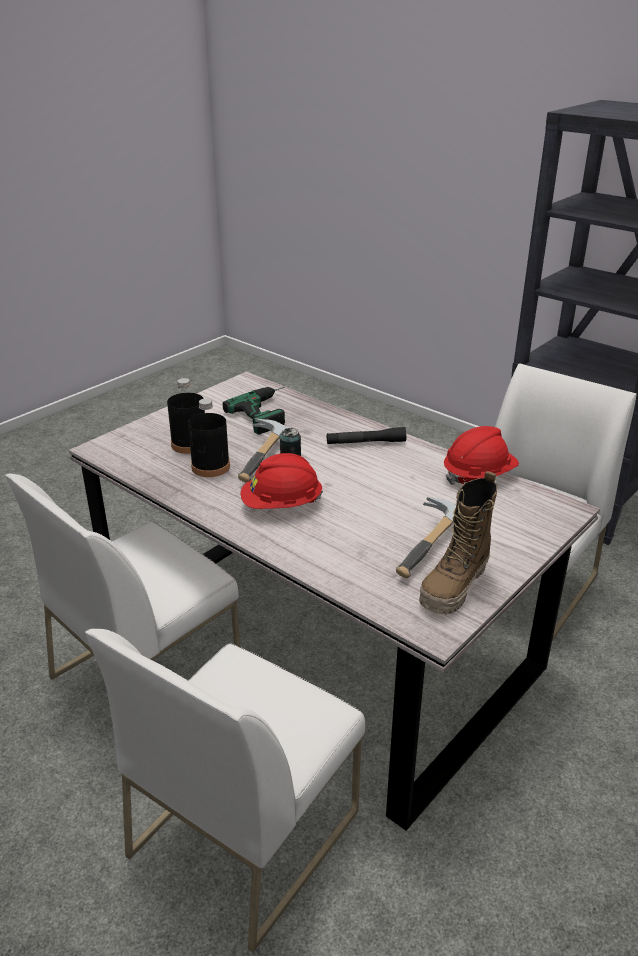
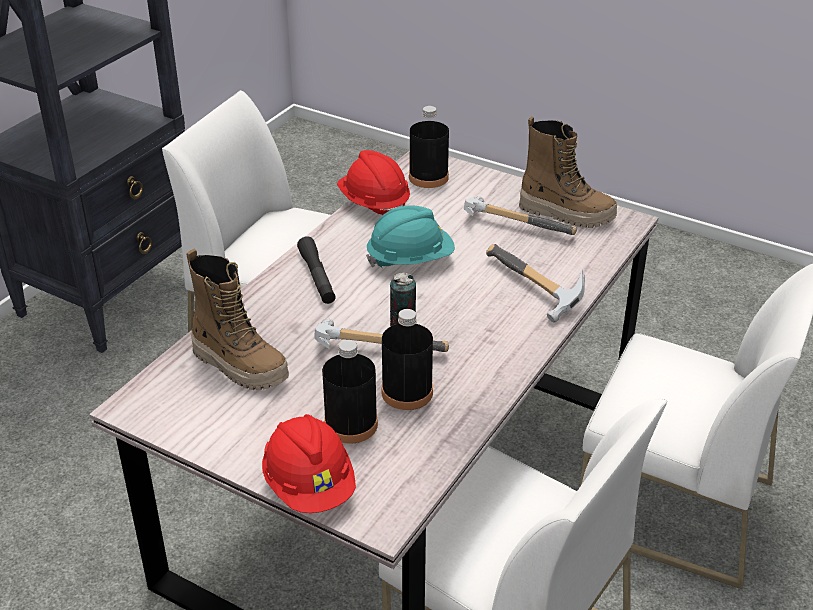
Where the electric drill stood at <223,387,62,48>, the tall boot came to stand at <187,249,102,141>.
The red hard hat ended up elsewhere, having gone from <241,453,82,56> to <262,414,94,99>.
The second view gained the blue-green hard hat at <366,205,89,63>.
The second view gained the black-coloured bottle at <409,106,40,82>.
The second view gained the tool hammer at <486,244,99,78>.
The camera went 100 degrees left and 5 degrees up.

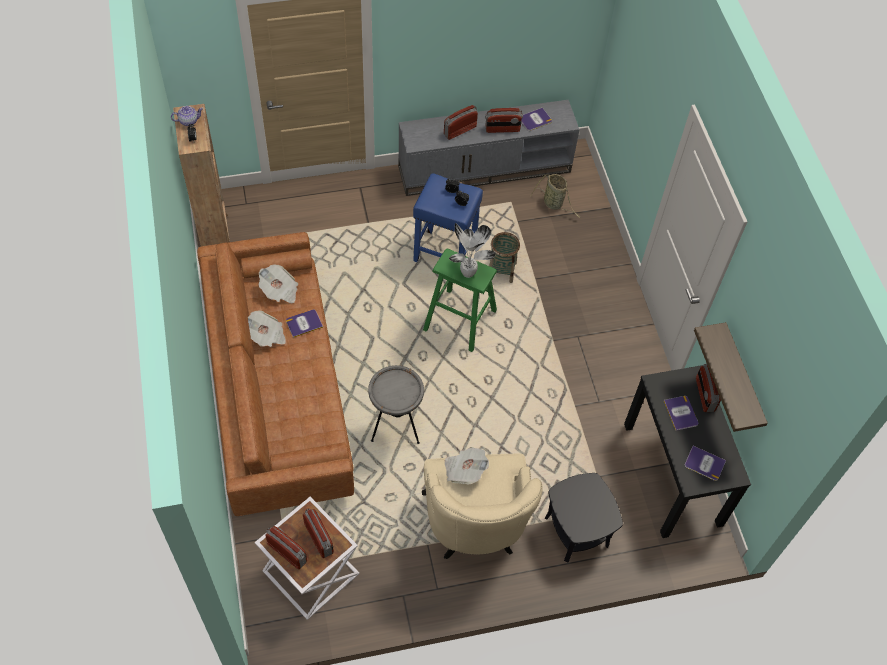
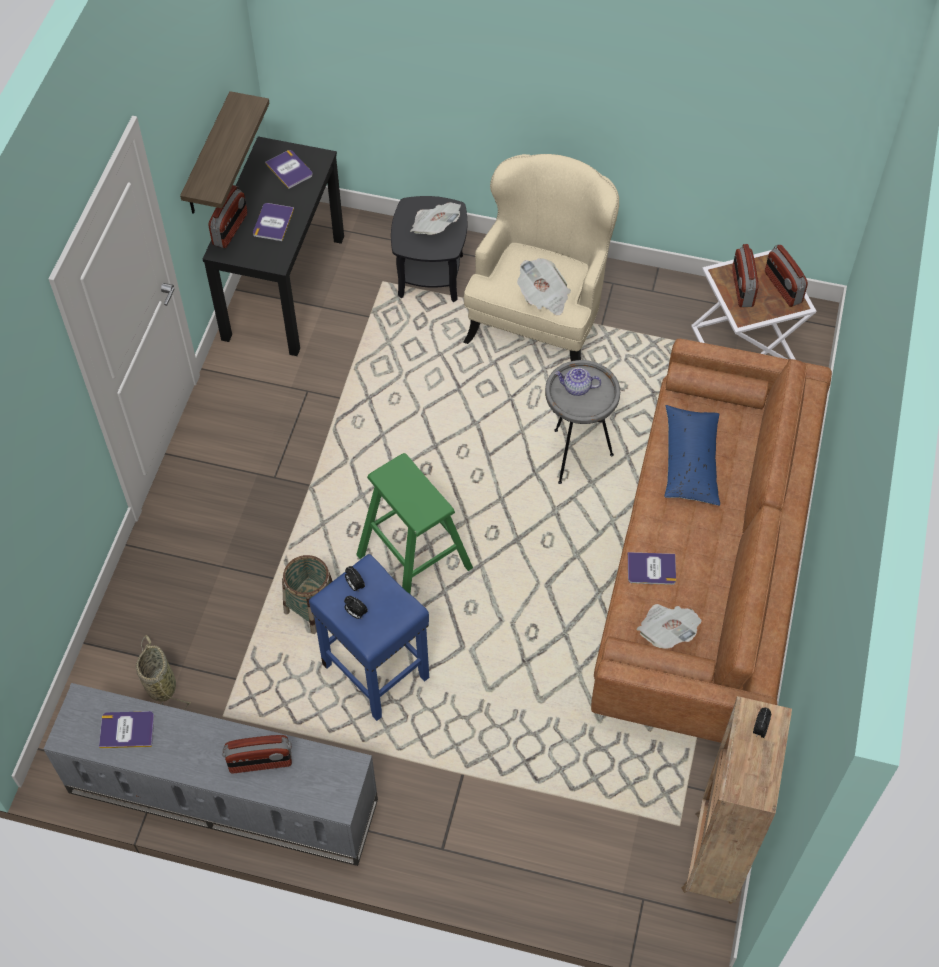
The pot for tea ended up elsewhere, having gone from <171,106,32,20> to <555,368,46,28>.
The newspaper ended up elsewhere, having gone from <248,311,38,36> to <410,202,51,33>.
The second view lost the potted plant at <449,223,47,55>.
The second view lost the radio at <485,108,38,25>.
The second view gained the blue-coloured pillow at <664,405,56,101>.
The camera went 150 degrees left and 0 degrees up.

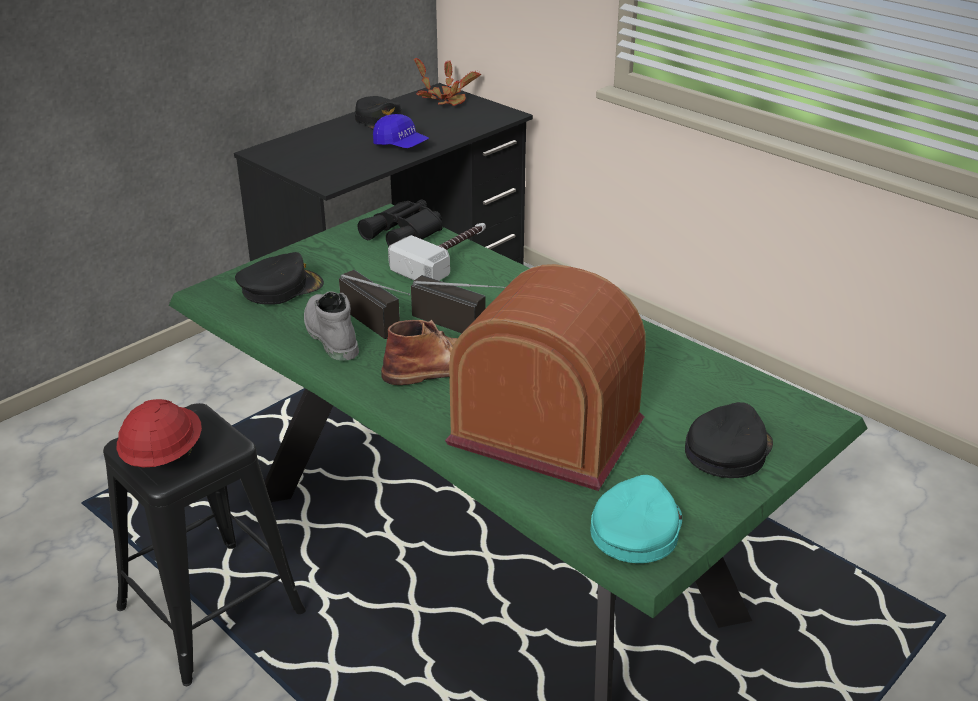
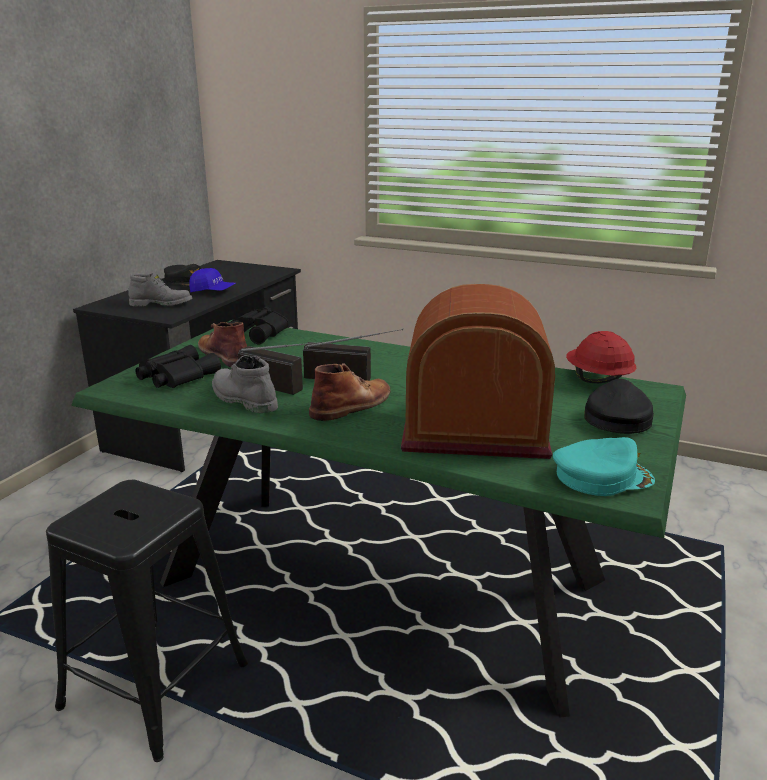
The red hard hat ended up elsewhere, having gone from <116,399,86,68> to <566,331,70,52>.
Where the black-coloured peaked cap stood at <235,252,89,53>, the black-coloured binoculars came to stand at <135,345,86,43>.
The second view lost the tool hammer at <388,223,98,57>.
The second view lost the potted plant at <414,58,67,48>.
The blue-green peaked cap at <590,475,92,88> ended up facing another way, 75 degrees clockwise from before.
The second view gained the grey tall boot at <128,273,64,33>.
The second view gained the brown tall boot at <198,322,49,45>.
The camera went 20 degrees left and 10 degrees down.

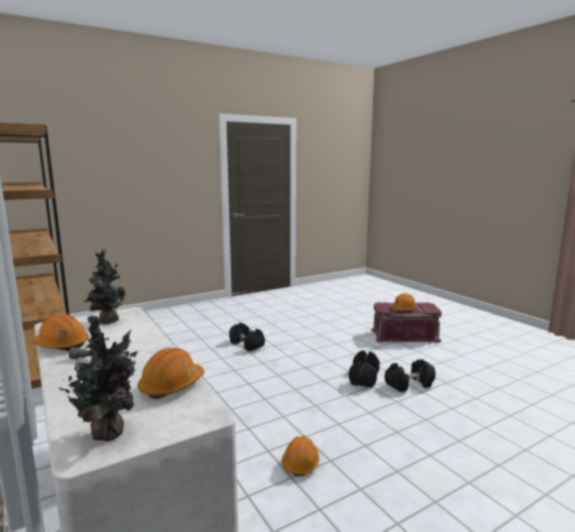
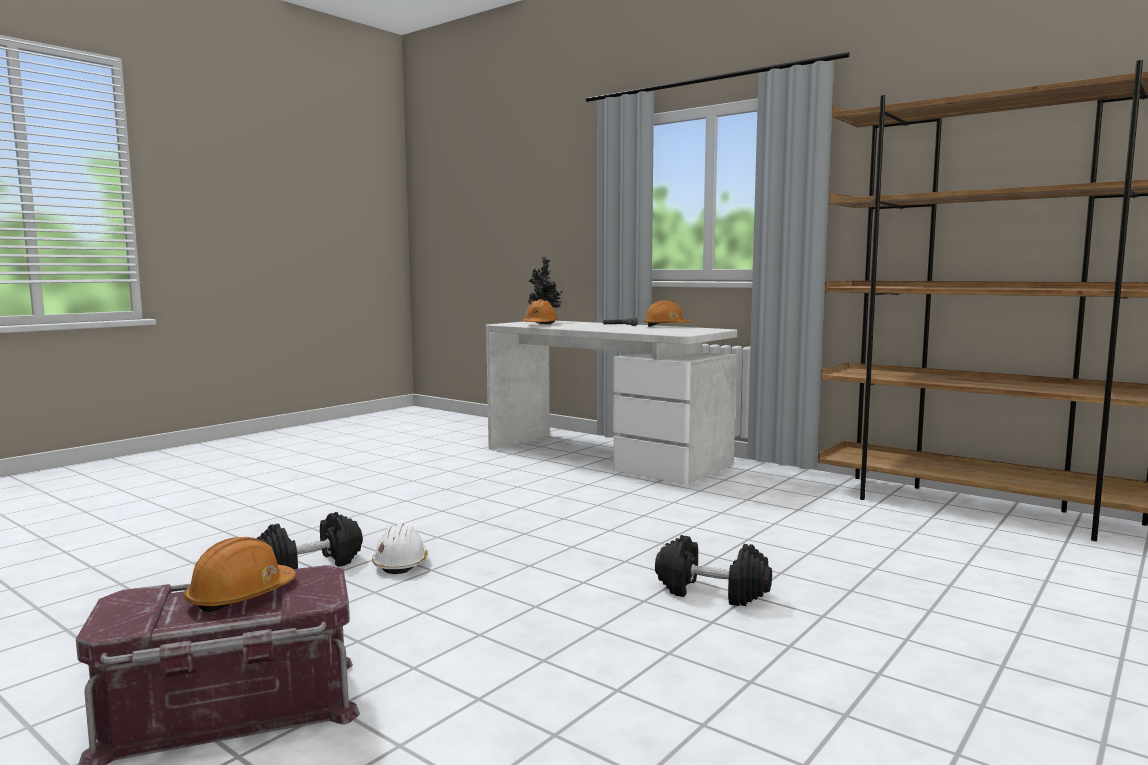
The second view lost the potted plant at <84,249,42,75>.
The second view lost the orangey hard hat at <282,436,37,40>.
Where the black-coloured free weight stood at <349,350,31,37>, the white-coloured hard hat came to stand at <372,524,56,50>.
The camera went 160 degrees right and 5 degrees down.

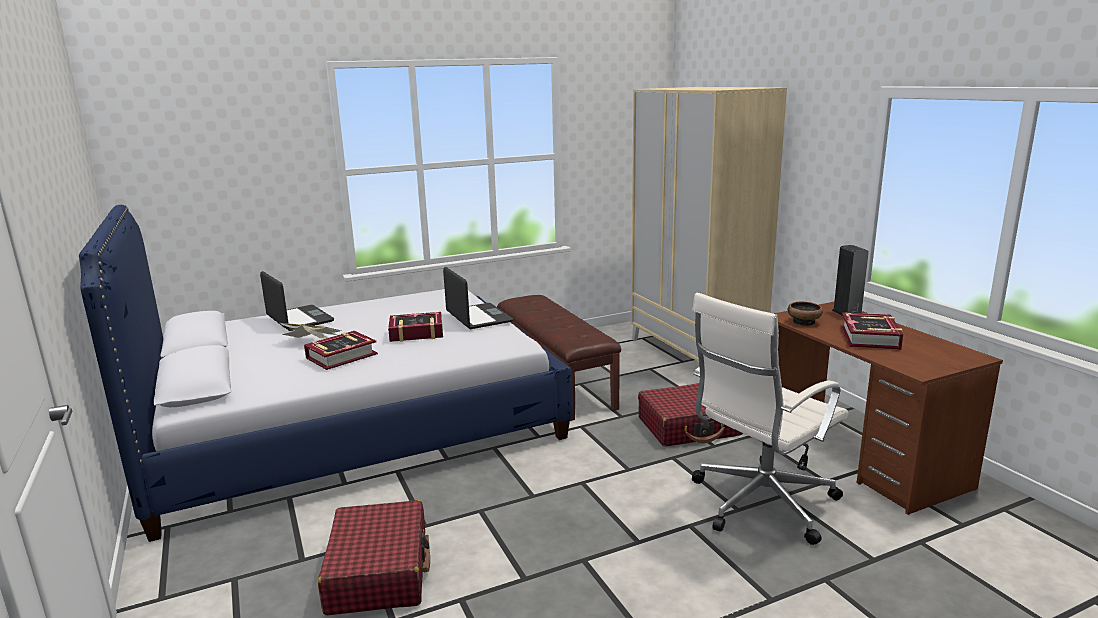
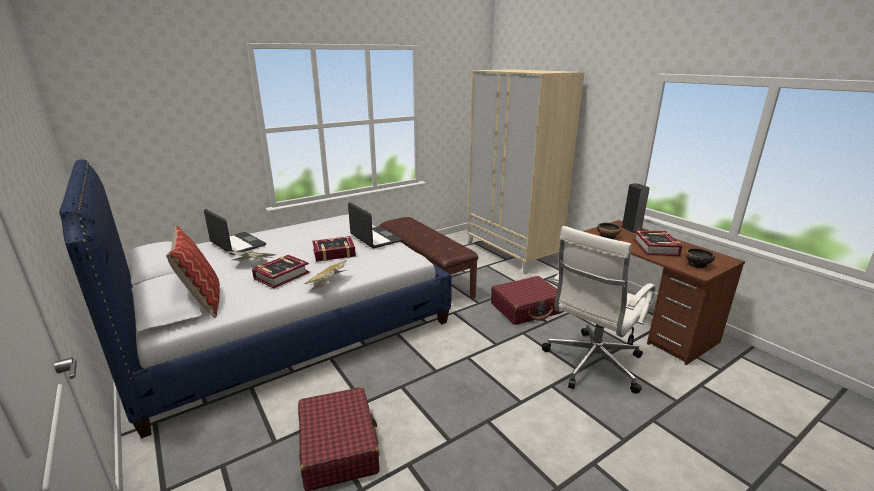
The second view gained the pillow at <166,225,54,93>.
The second view gained the book at <304,260,43,31>.
The second view gained the deep dish at <685,248,30,20>.
The camera went 10 degrees left and 5 degrees up.

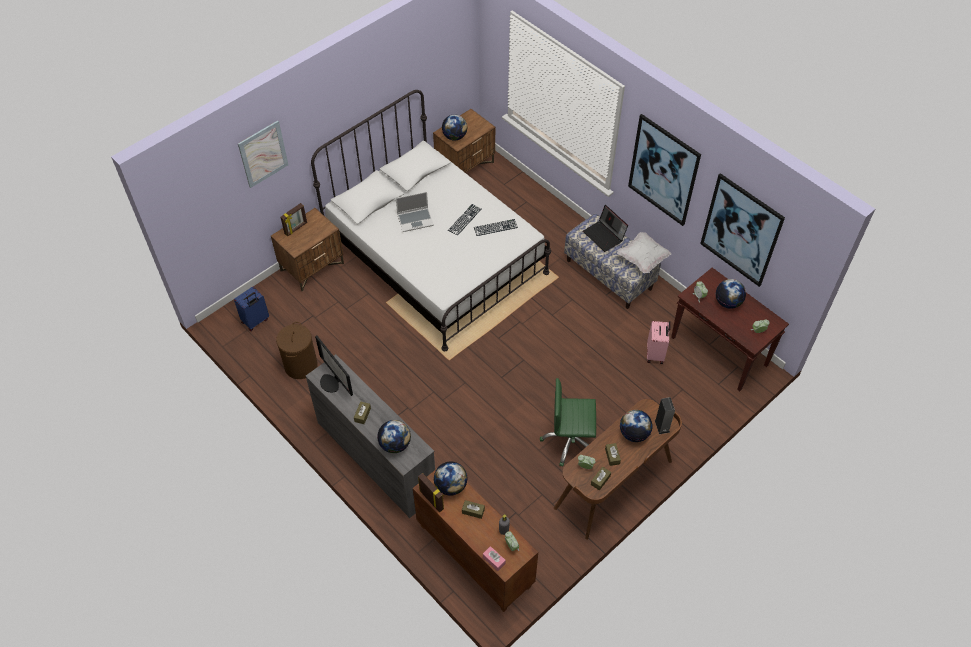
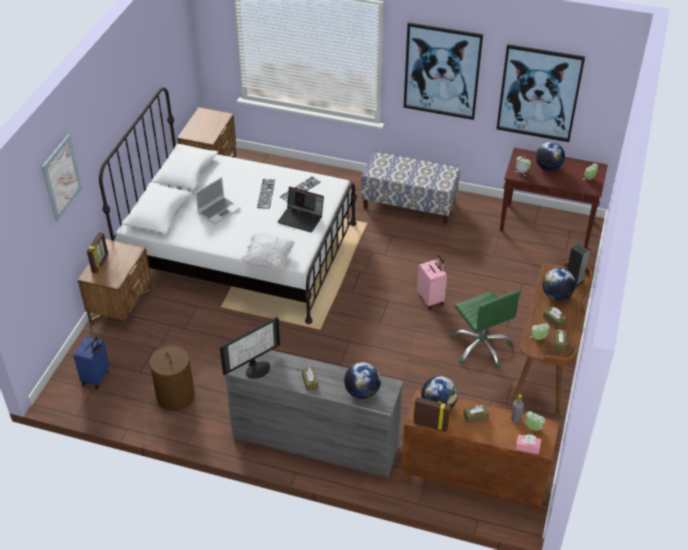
The monitor at <315,336,38,60> ended up facing another way, 60 degrees counterclockwise from before.
The second view lost the globe at <442,114,26,27>.
The greenish office chair at <540,378,57,89> ended up facing another way, 90 degrees counterclockwise from before.
The notebook computer ended up elsewhere, having gone from <583,205,45,47> to <278,187,46,45>.
The white-coloured pillow ended up elsewhere, having gone from <617,232,54,41> to <239,232,56,38>.
The pink travel case ended up elsewhere, having gone from <647,321,24,43> to <417,255,30,54>.
The camera went 30 degrees left and 10 degrees down.

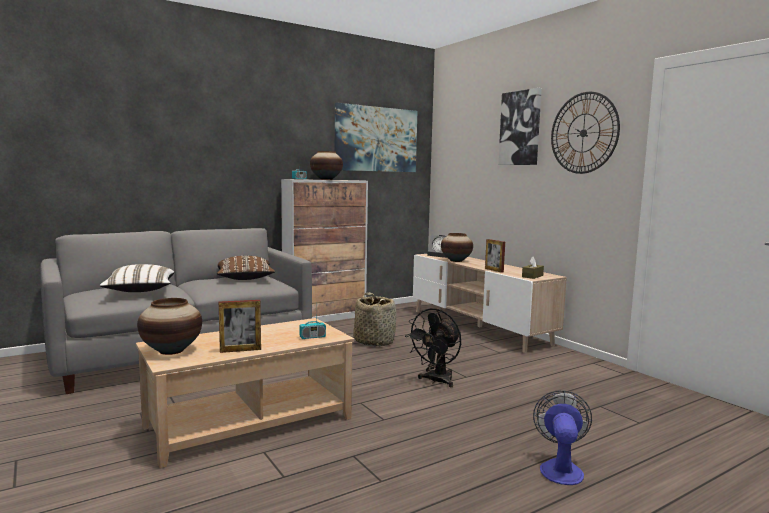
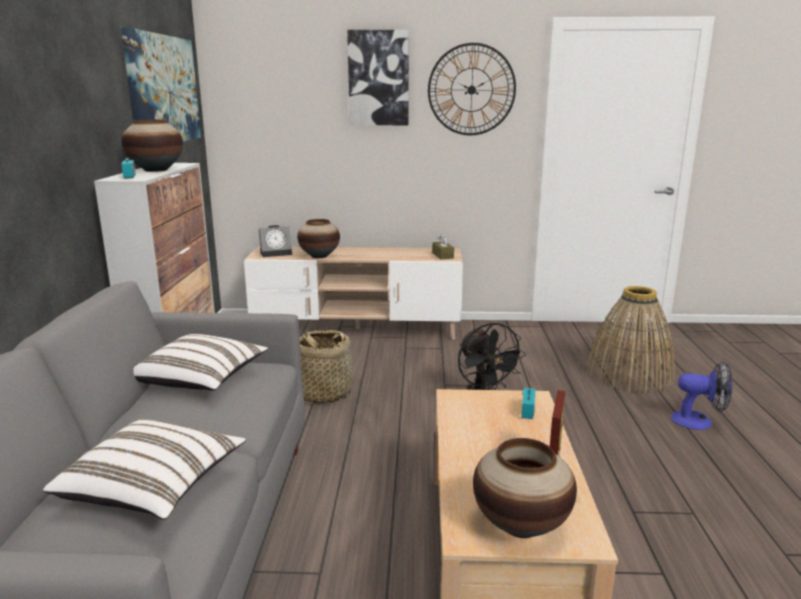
What was the brown pillow at <217,256,58,24> turned into the white-coloured pillow at <133,334,135,56>.
The second view lost the picture frame at <485,239,20,34>.
The electric fan at <533,390,59,95> ended up facing another way, 150 degrees clockwise from before.
The second view gained the household basket at <587,286,88,107>.
The camera went 55 degrees left and 10 degrees up.

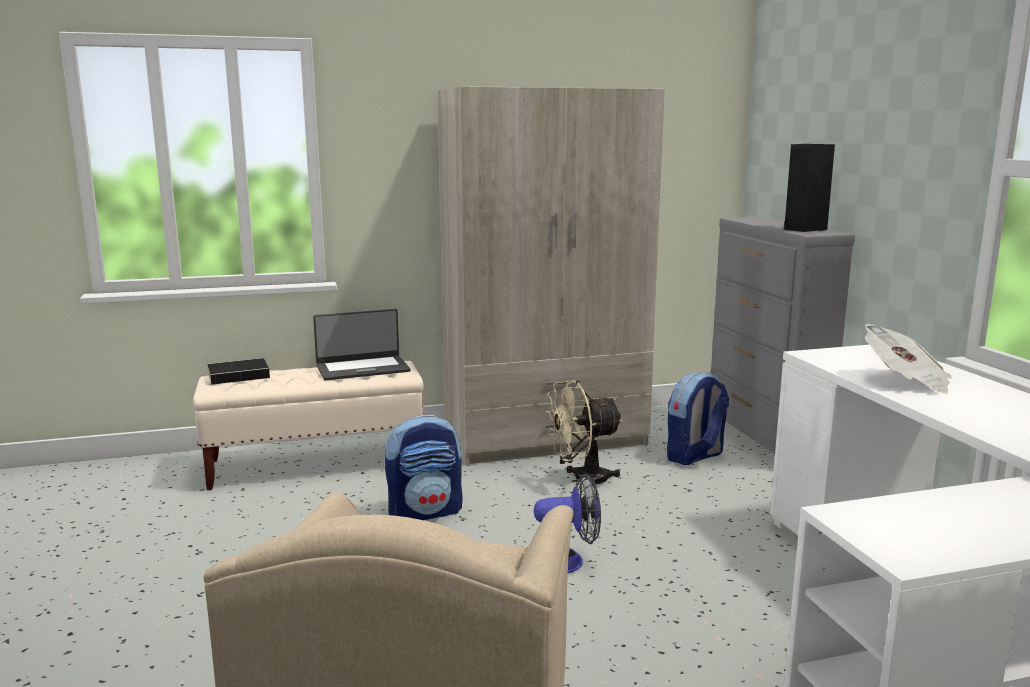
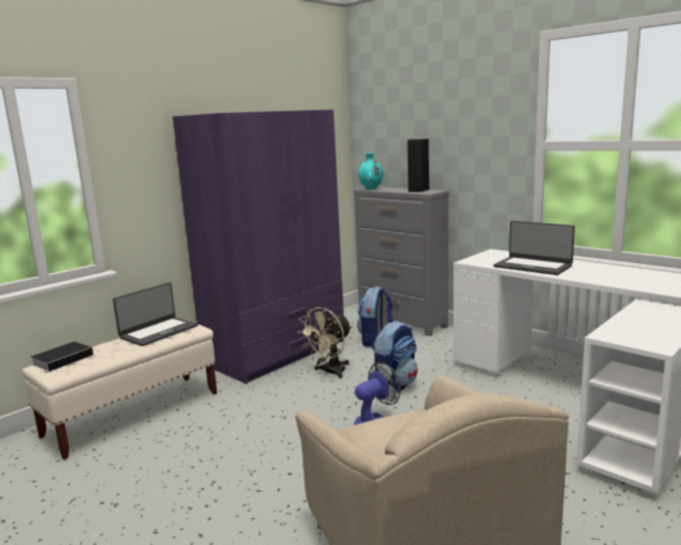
The backpack ended up elsewhere, having gone from <385,415,78,105> to <372,321,46,72>.
What was the beige-coloured armoire at <437,86,228,379> turned into the purplish armoire at <173,109,171,275>.
Where the newspaper stood at <865,324,86,70>, the notebook computer came to stand at <494,221,81,54>.
The second view gained the blue-green decorative vase at <358,153,25,37>.
The camera went 30 degrees left and 0 degrees up.

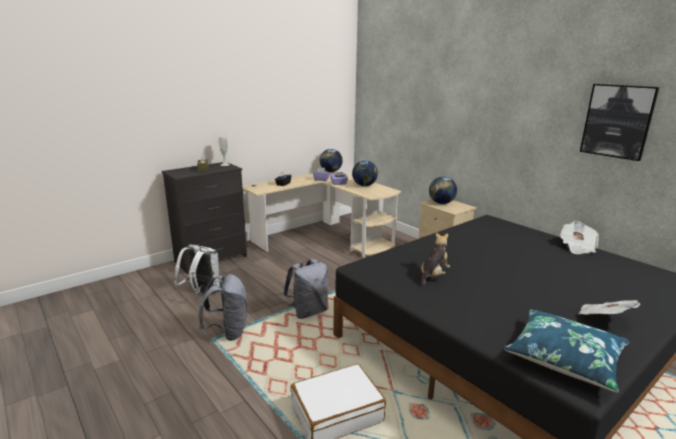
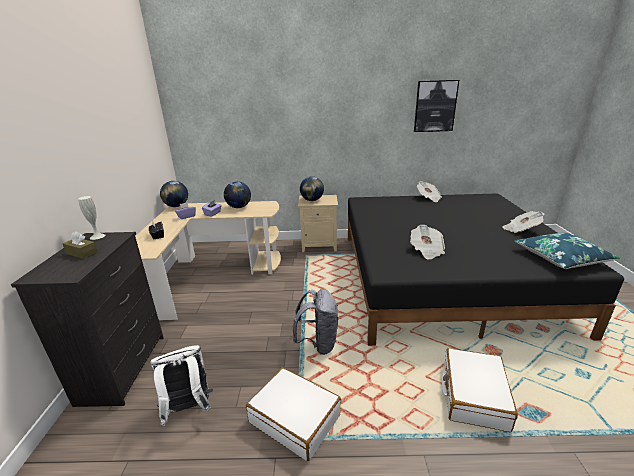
Where the grey backpack stood at <199,274,48,67>, the white-coloured travel case came to stand at <246,367,95,94>.
Where the cuddly toy stood at <421,233,29,54>, the newspaper came to stand at <410,225,35,35>.
The camera went 50 degrees left and 5 degrees up.

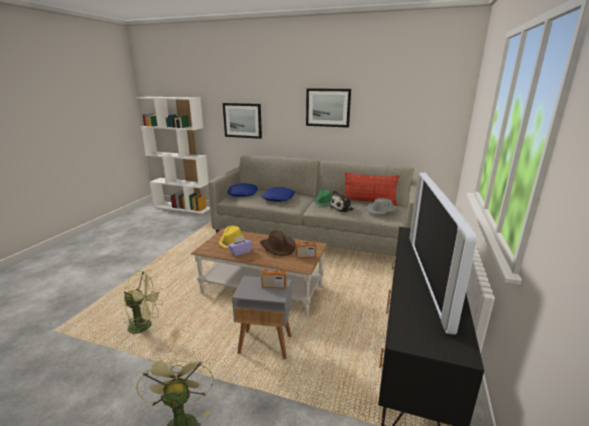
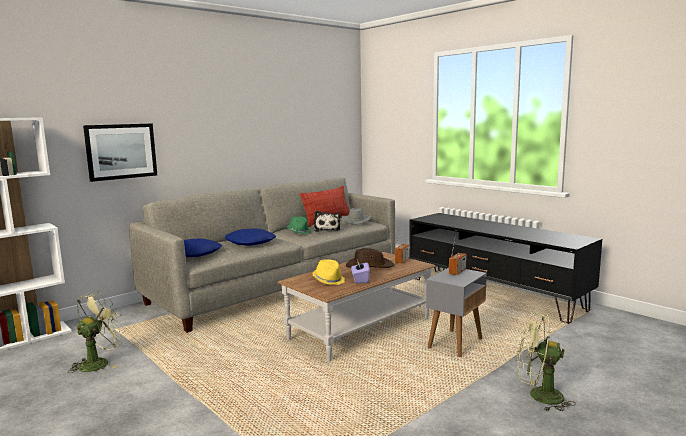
The greenish electric fan ended up elsewhere, having gone from <124,271,39,68> to <68,291,58,82>.
The second view lost the wall picture at <306,88,45,40>.
The second view lost the TV set at <410,173,67,162>.
The camera went 60 degrees left and 10 degrees down.

